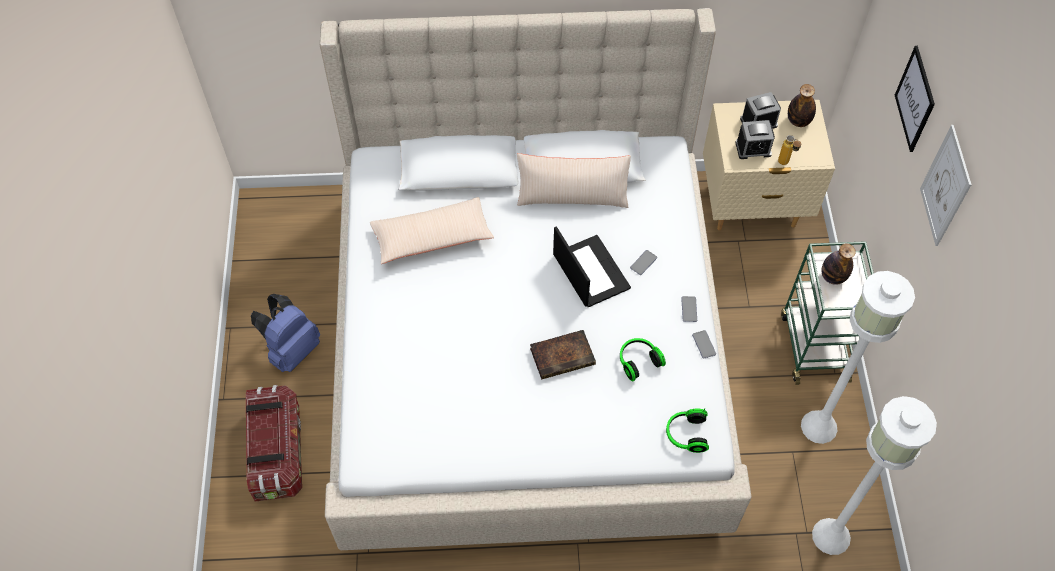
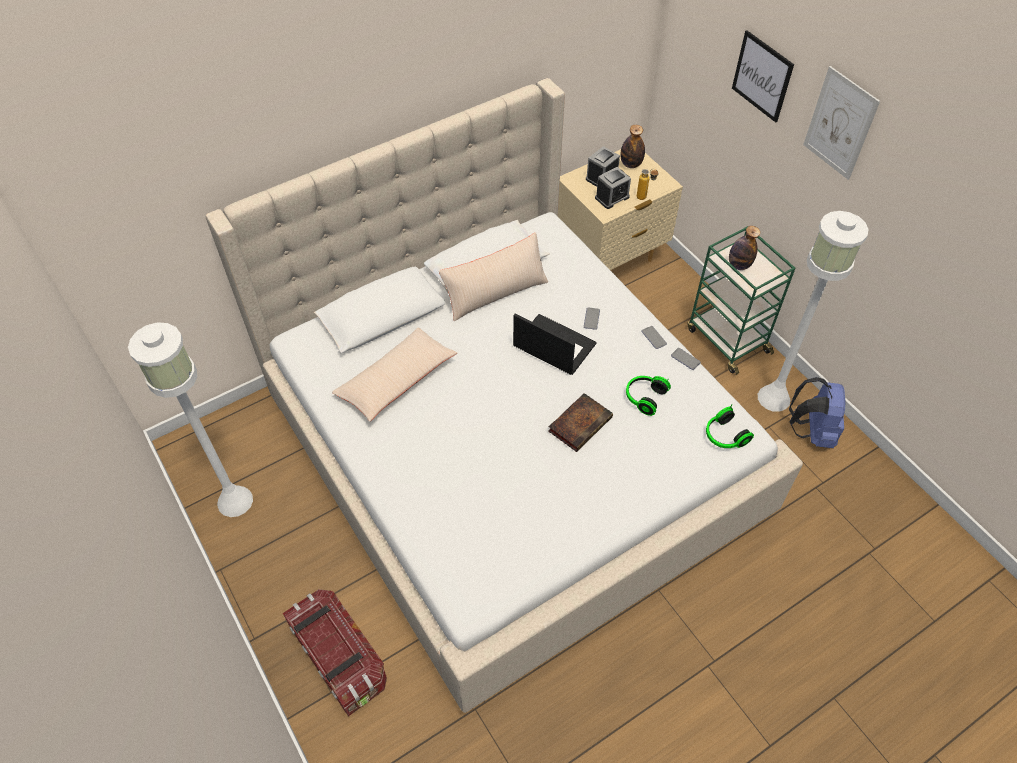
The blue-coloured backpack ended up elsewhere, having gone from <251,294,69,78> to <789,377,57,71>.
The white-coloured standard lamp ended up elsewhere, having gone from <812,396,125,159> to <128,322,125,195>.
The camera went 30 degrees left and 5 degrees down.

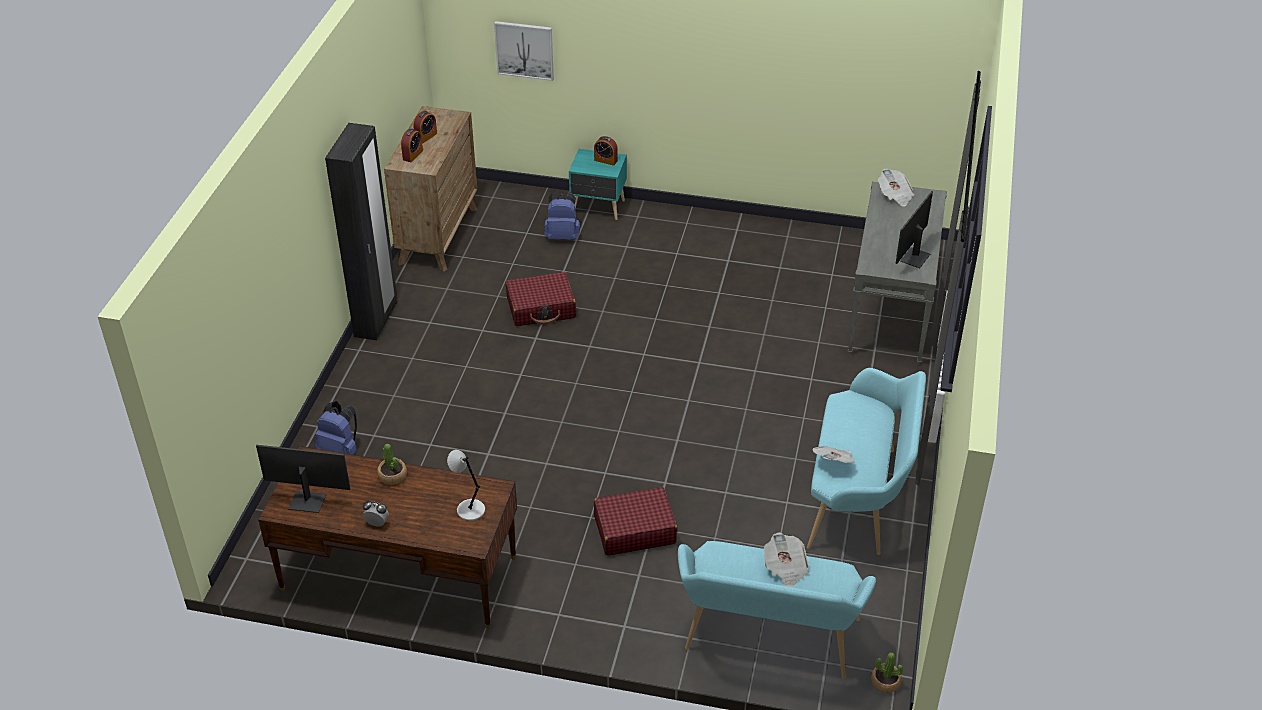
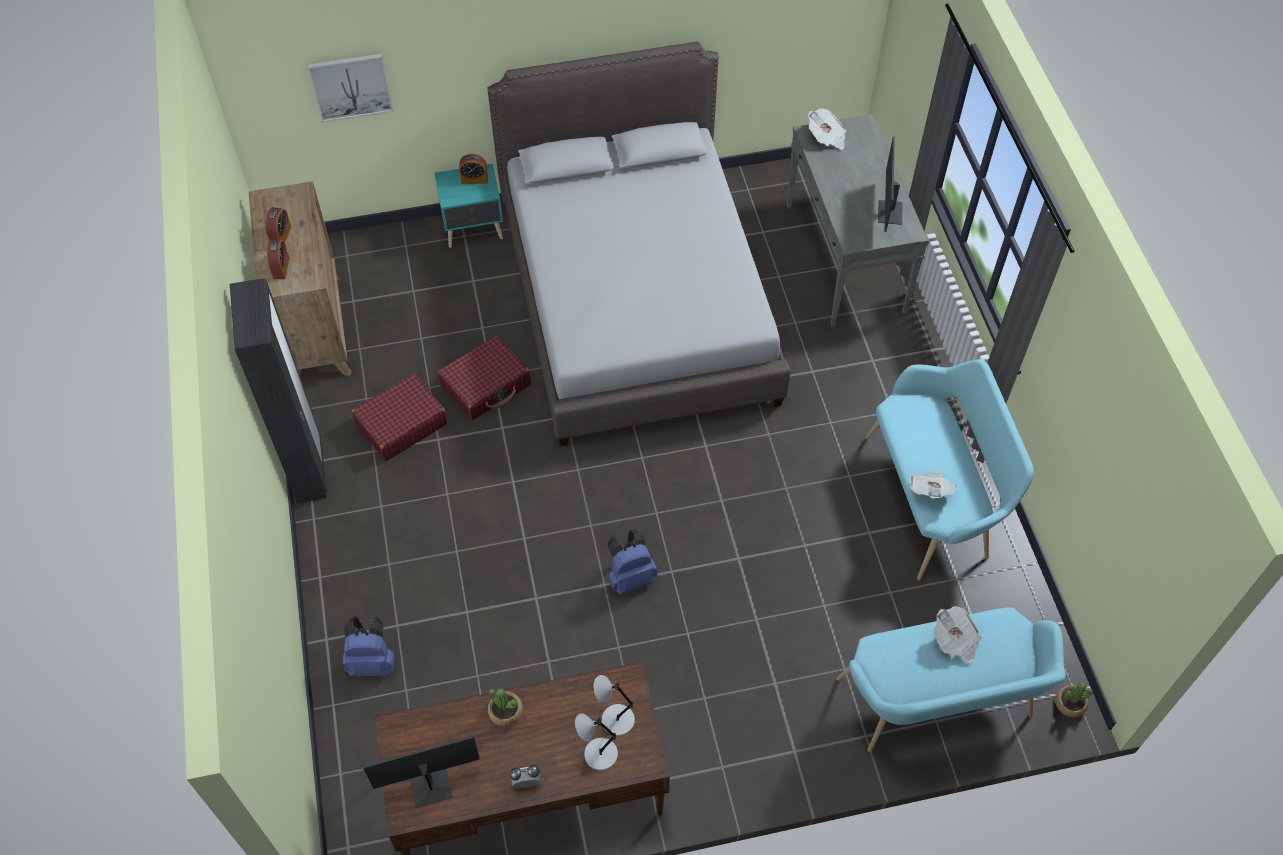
The blue-coloured backpack ended up elsewhere, having gone from <544,191,36,49> to <608,529,49,66>.
The red travel case ended up elsewhere, having gone from <594,487,84,69> to <352,374,95,87>.
The second view gained the grey bedroom bed at <487,42,303,404>.
The second view gained the grey table lamp at <575,713,43,57>.
The camera went 25 degrees left and 15 degrees up.

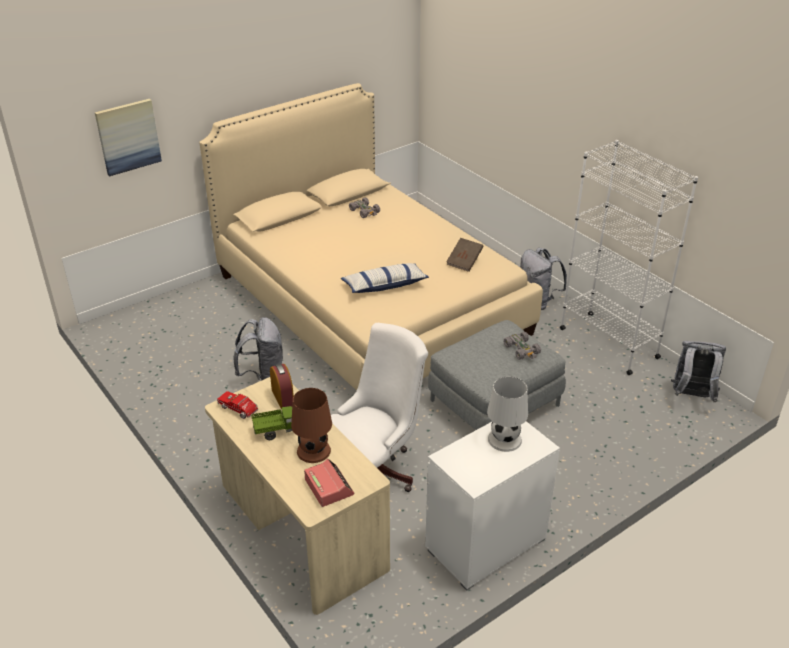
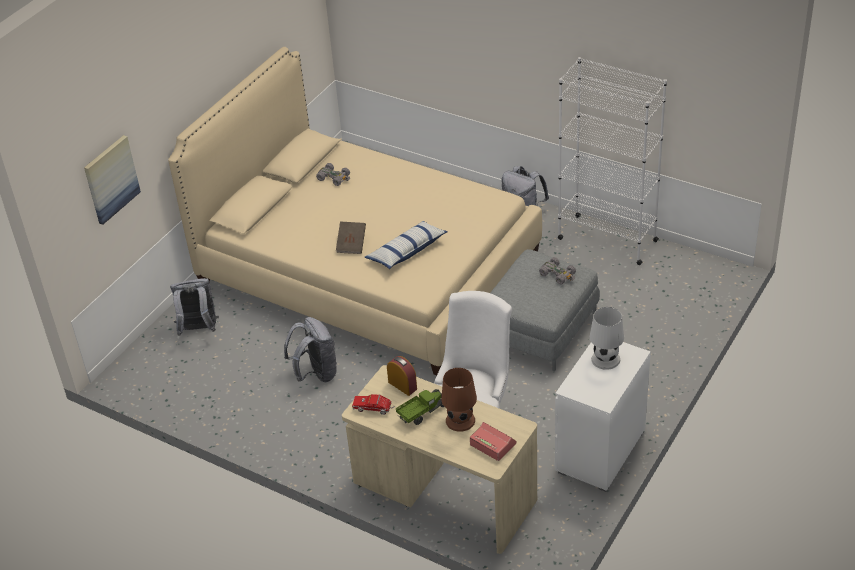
The brown book ended up elsewhere, having gone from <446,238,38,34> to <336,222,30,32>.
The grey backpack ended up elsewhere, having gone from <671,341,55,61> to <170,278,49,58>.
The camera went 20 degrees left and 5 degrees up.

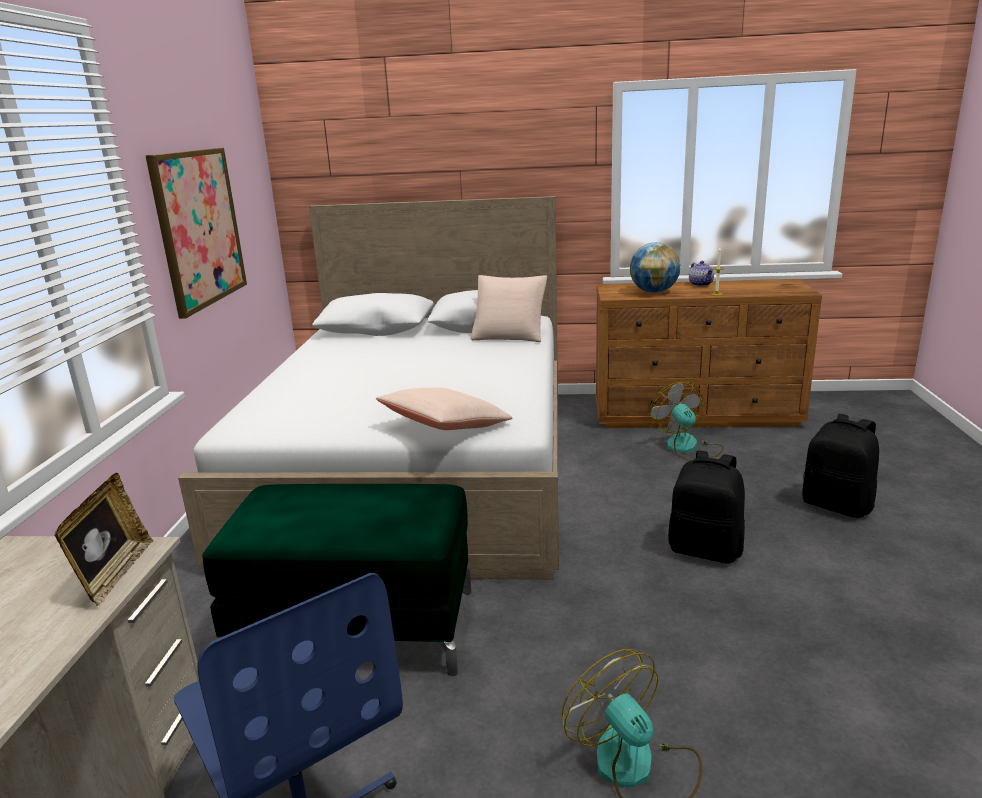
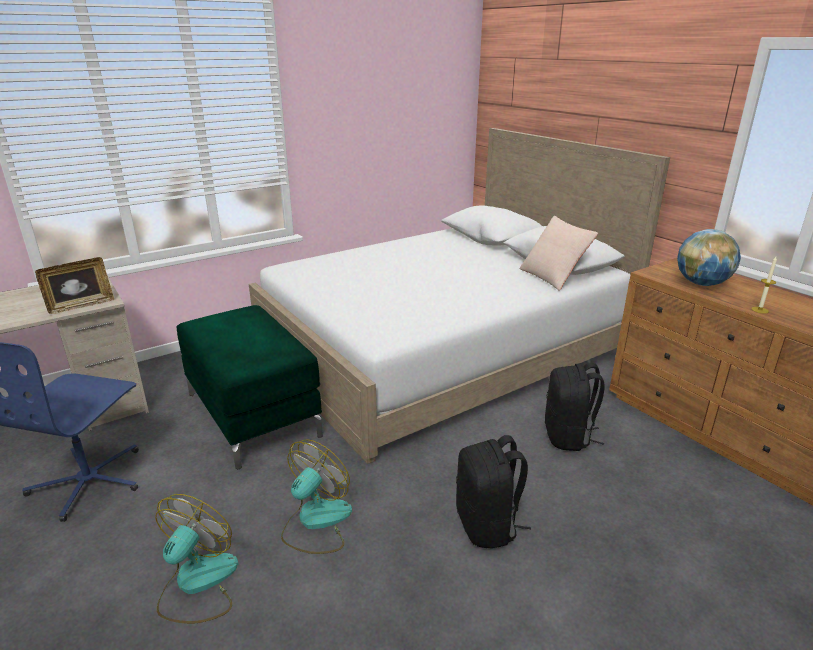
The second view lost the wall picture at <145,148,102,171>.
The second view lost the beige-coloured pillow at <376,388,137,42>.
The electric fan ended up elsewhere, having gone from <650,382,74,79> to <281,439,71,115>.
The second view lost the pot for tea at <689,261,25,26>.
The black-coloured backpack ended up elsewhere, having gone from <802,414,77,104> to <545,363,60,88>.
The camera went 50 degrees right and 5 degrees up.

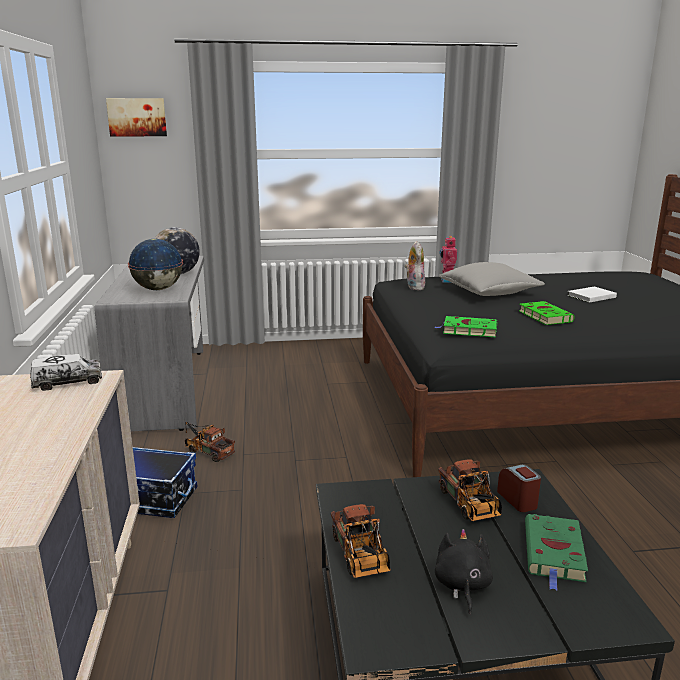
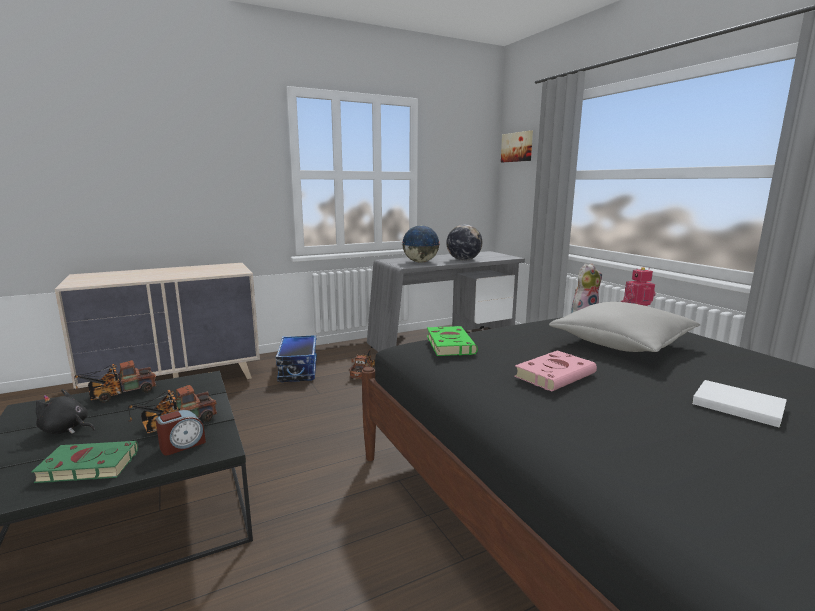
The second view lost the toy lorry at <30,354,72,37>.
The black-coloured cuddly toy at <435,529,58,86> ended up facing another way, 150 degrees counterclockwise from before.
What was the greenish book at <519,301,56,24> turned into the pink book at <514,350,83,41>.
The camera went 70 degrees right and 5 degrees down.

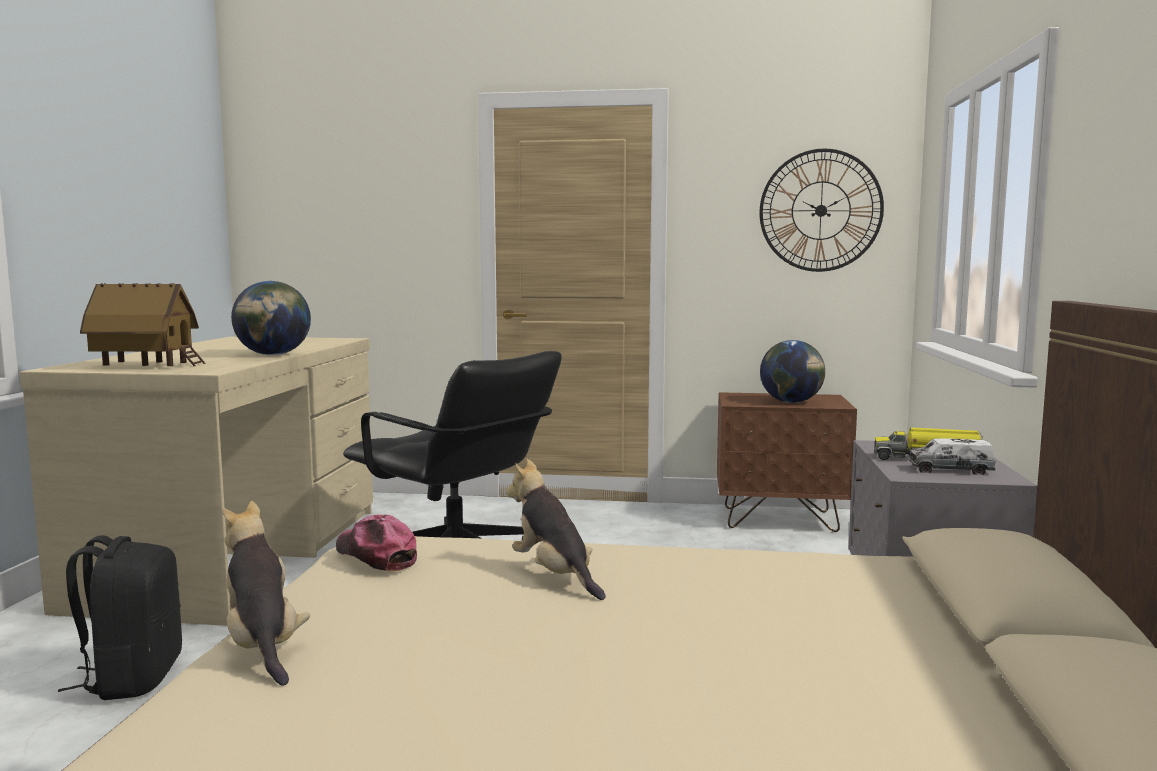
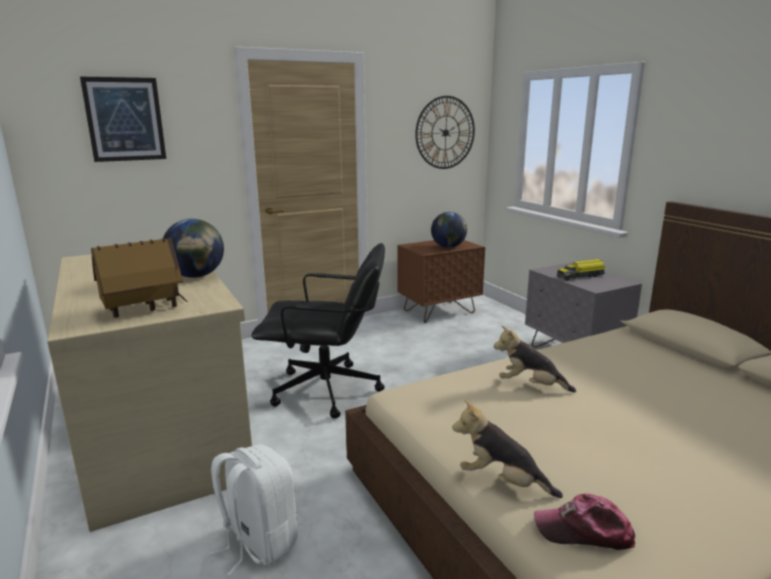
What was the black-coloured backpack at <58,535,124,165> turned into the white-coloured backpack at <209,445,89,131>.
The peaked cap ended up elsewhere, having gone from <336,514,81,58> to <534,494,101,56>.
The second view lost the toy lorry at <908,438,88,37>.
The second view gained the wall picture at <80,77,86,85>.
The camera went 35 degrees left and 10 degrees up.

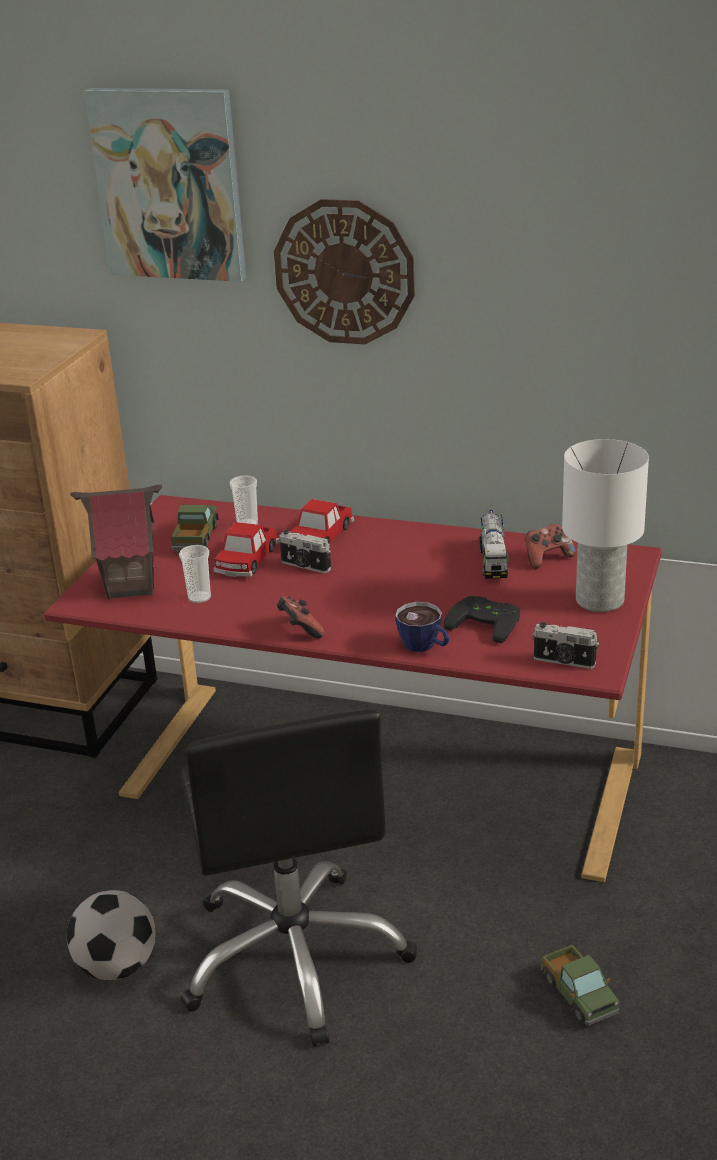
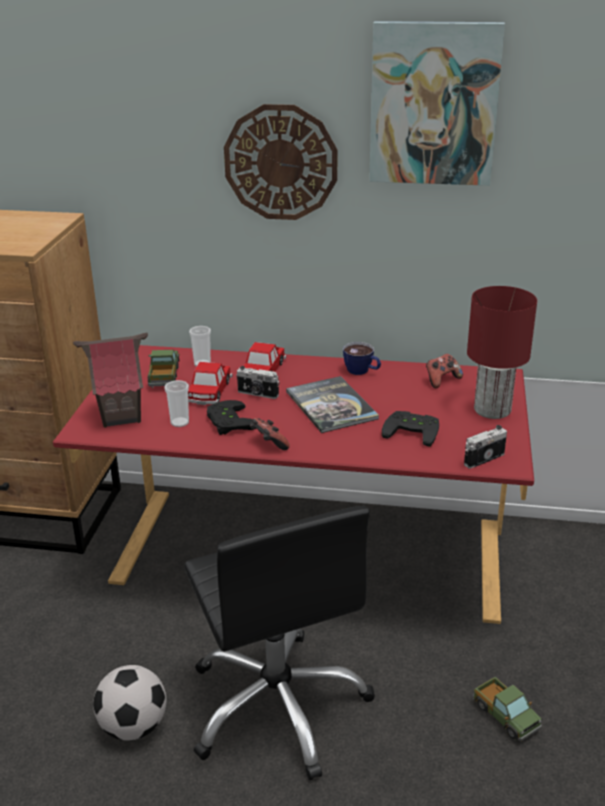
The wall picture ended up elsewhere, having gone from <84,88,162,194> to <369,21,136,165>.
The small cup ended up elsewhere, having gone from <395,602,54,50> to <343,342,38,33>.
The second view lost the toy lorry at <480,510,28,69>.
The still camera at <532,622,67,47> ended up facing another way, 135 degrees clockwise from before.
What was the white-coloured table lamp at <562,439,87,173> turned into the red table lamp at <467,286,70,133>.
The second view gained the black-coloured gamepad at <207,400,46,35>.
The second view gained the book at <286,376,93,57>.
The camera went 10 degrees left and 0 degrees up.

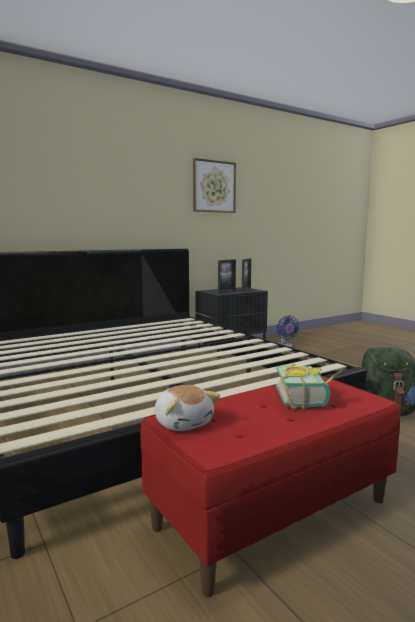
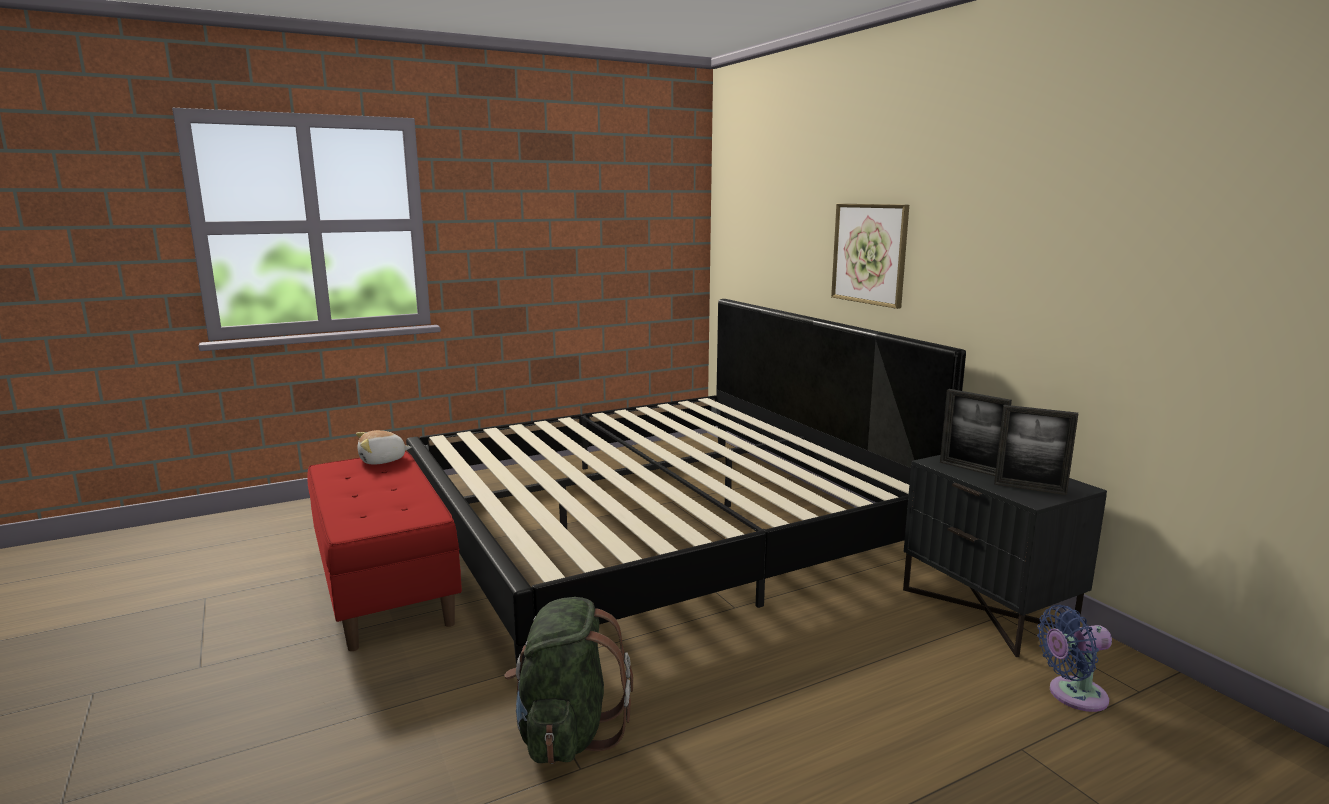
The wall picture ended up elsewhere, having gone from <193,158,43,55> to <831,204,78,105>.
The second view lost the book at <276,364,67,46>.
The camera went 95 degrees right and 5 degrees up.

